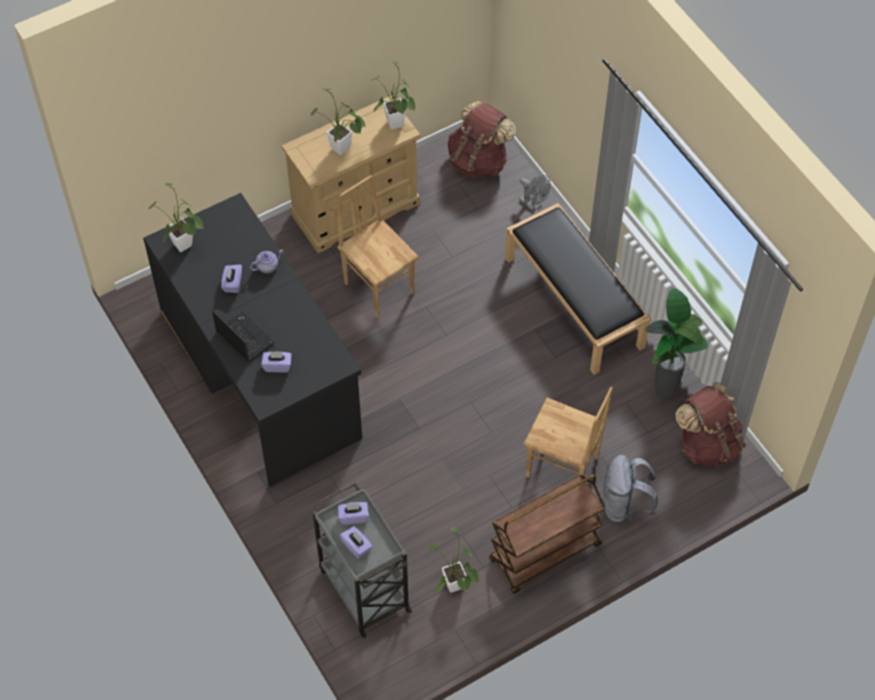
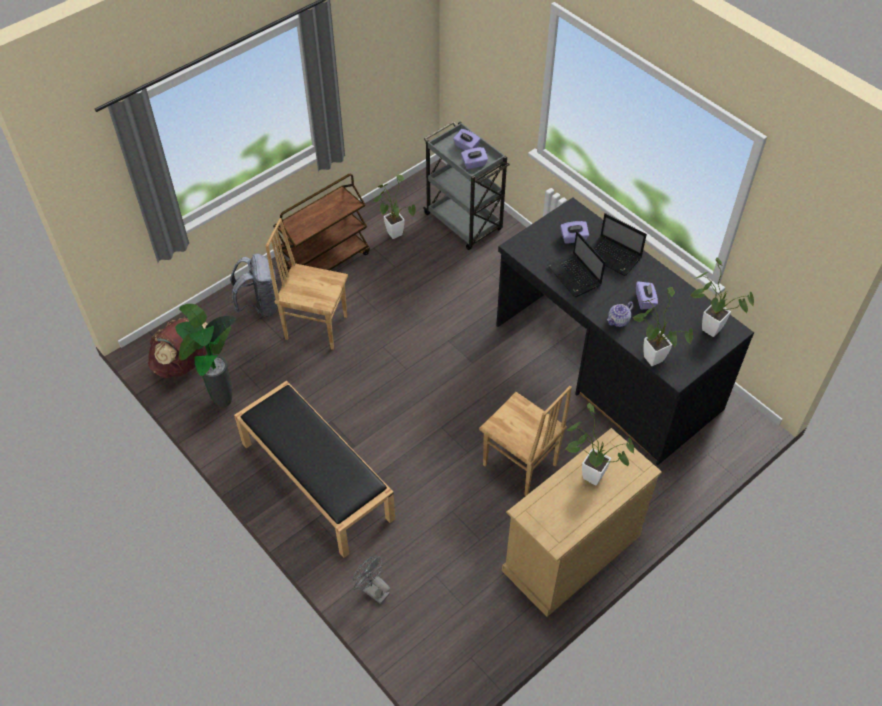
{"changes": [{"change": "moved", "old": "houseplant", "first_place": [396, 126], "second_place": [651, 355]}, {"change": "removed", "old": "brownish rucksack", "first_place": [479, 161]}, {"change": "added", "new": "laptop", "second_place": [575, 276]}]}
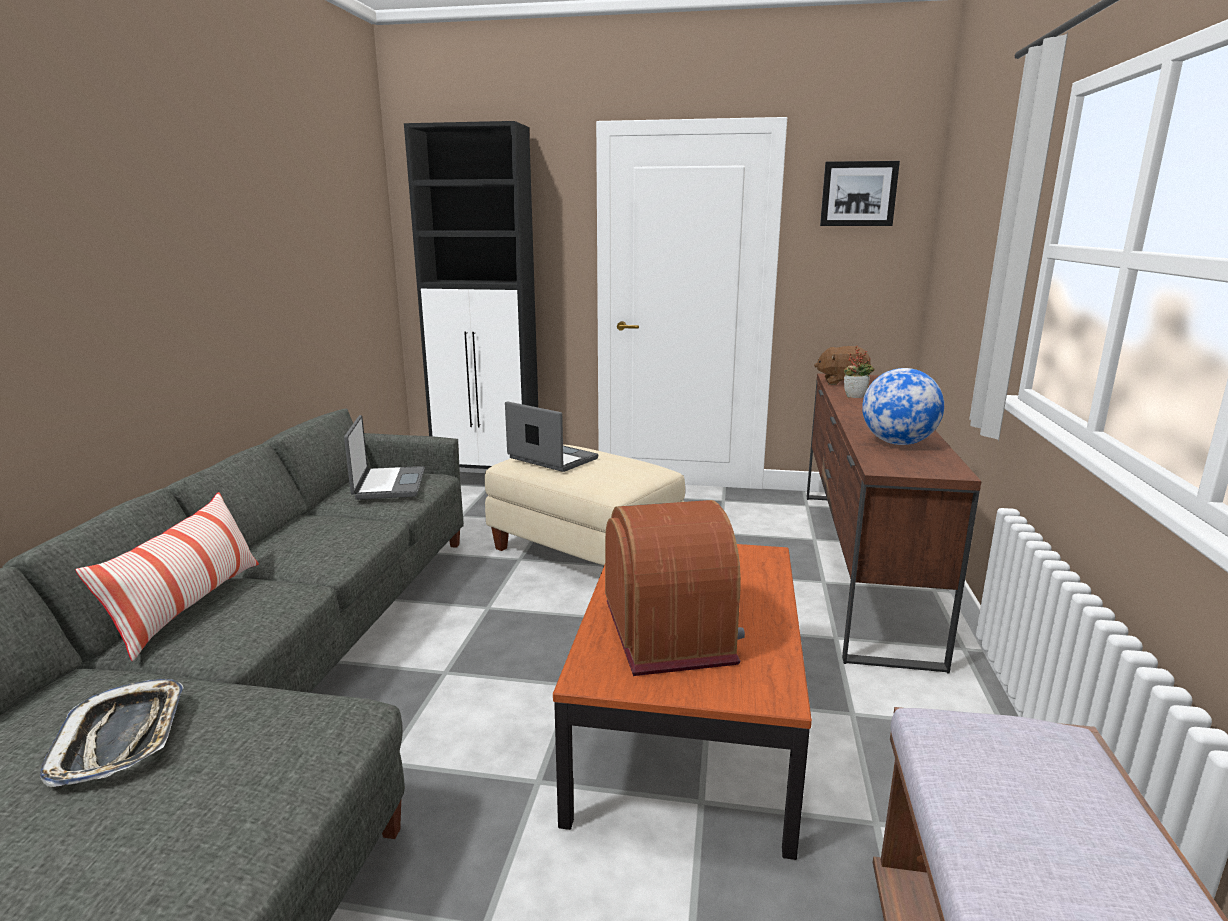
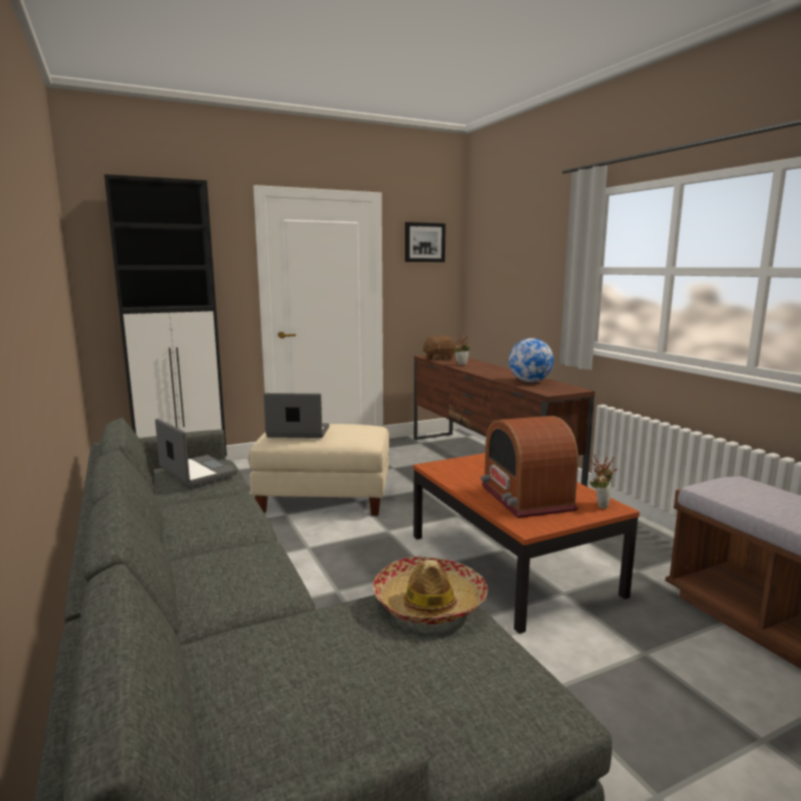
{"changes": [{"change": "removed", "old": "pillow", "first_place": [189, 606]}, {"change": "turned", "old": "radio receiver", "first_place": [670, 632], "second_place": [526, 498], "degrees": -150}, {"change": "removed", "old": "serving tray", "first_place": [121, 738]}, {"change": "added", "new": "houseplant", "second_place": [600, 505]}, {"change": "added", "new": "hat", "second_place": [429, 602]}]}
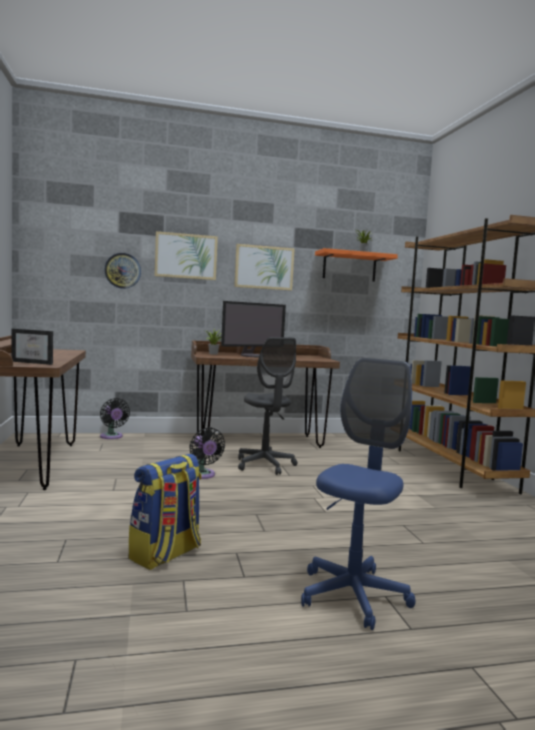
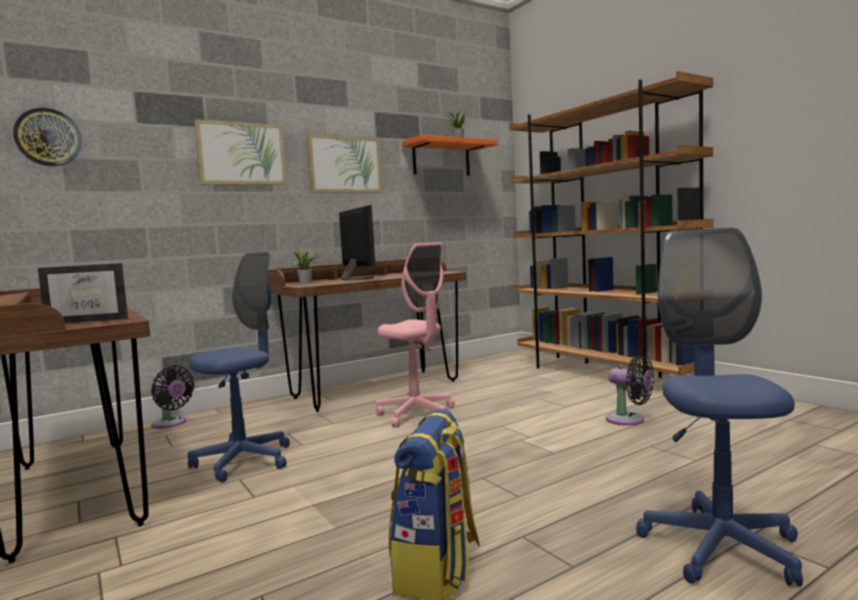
{"changes": [{"change": "moved", "old": "hanging clock", "first_place": [123, 270], "second_place": [48, 137]}, {"change": "turned", "old": "computer display", "first_place": [252, 356], "second_place": [357, 279], "degrees": -60}, {"change": "recoloured", "old": "greyish office chair", "new": "pink office chair", "first_place": [265, 465], "second_place": [417, 415]}, {"change": "moved", "old": "black cooling fan", "first_place": [202, 475], "second_place": [629, 420]}, {"change": "added", "new": "blue office chair", "second_place": [244, 461]}]}
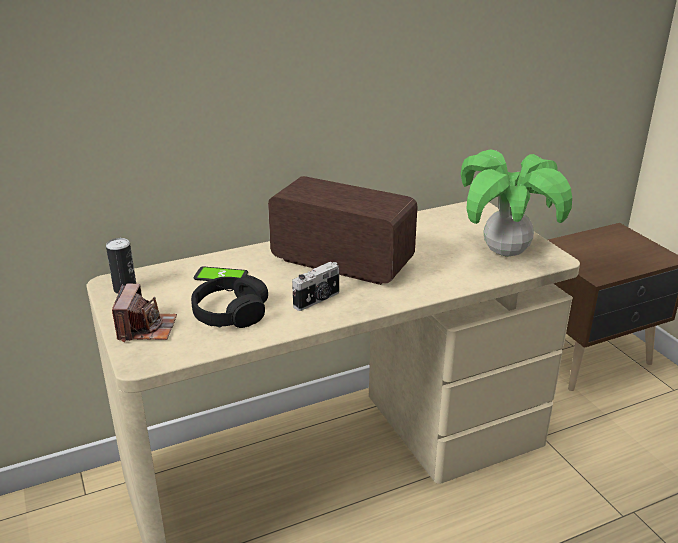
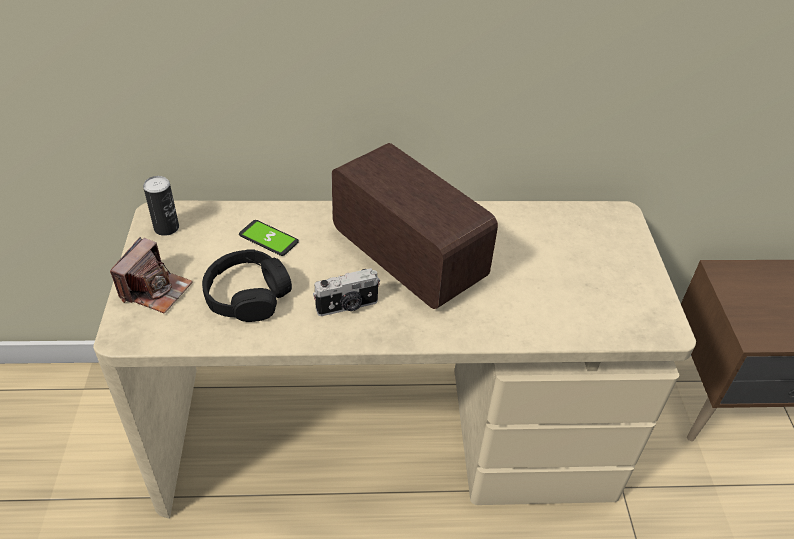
{"changes": [{"change": "removed", "old": "houseplant", "first_place": [506, 252]}]}
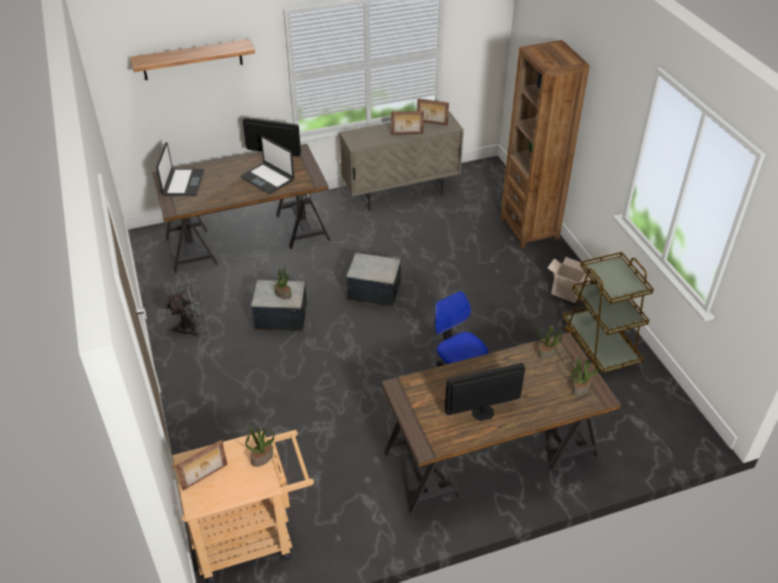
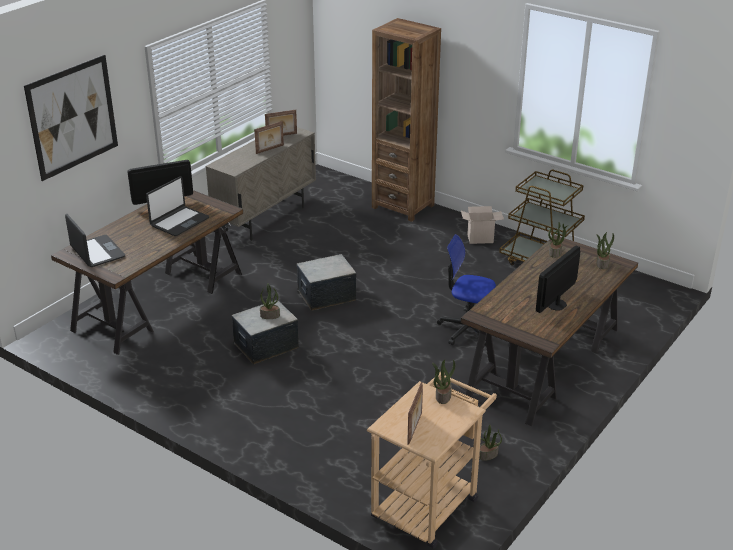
{"changes": [{"change": "replaced", "old": "bracket shelf", "new": "wall picture", "first_place": [192, 59], "second_place": [73, 117]}, {"change": "turned", "old": "laptop", "first_place": [268, 178], "second_place": [179, 222], "degrees": -60}, {"change": "removed", "old": "greyish cooling fan", "first_place": [192, 327]}, {"change": "added", "new": "houseplant", "second_place": [487, 455]}]}
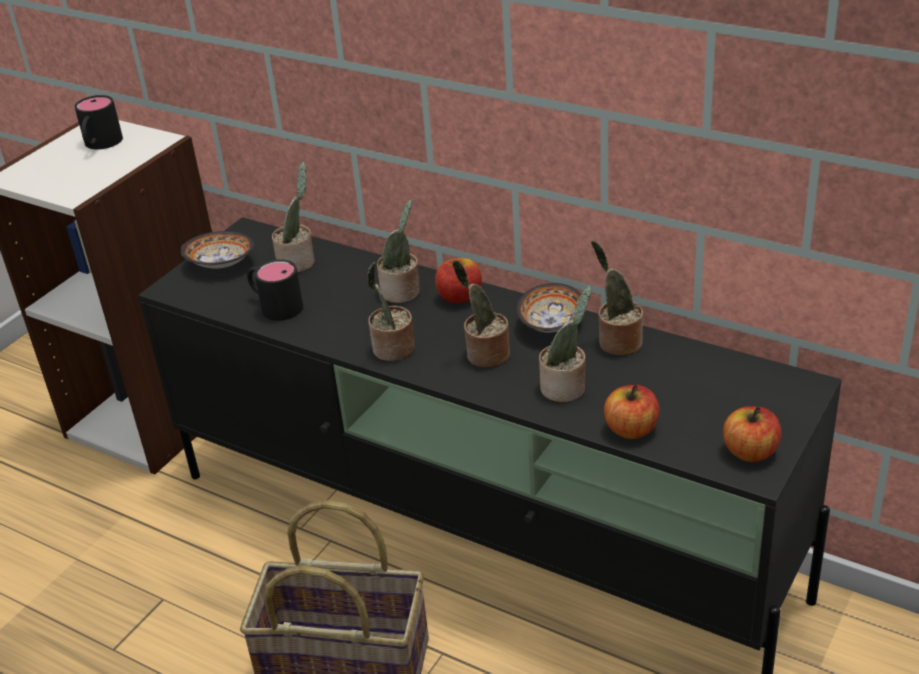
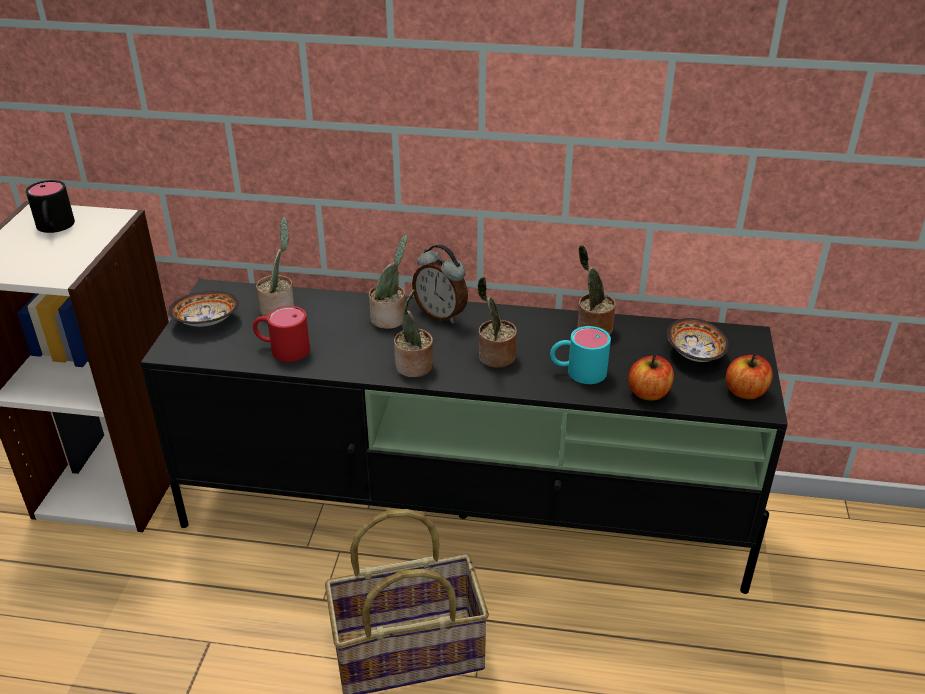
{"changes": [{"change": "replaced", "old": "apple", "new": "alarm clock", "first_place": [459, 296], "second_place": [441, 314]}, {"change": "recoloured", "old": "black tea mug", "new": "red-coloured tea mug", "first_place": [275, 305], "second_place": [282, 349]}, {"change": "moved", "old": "serving bowl", "first_place": [549, 325], "second_place": [693, 355]}, {"change": "replaced", "old": "houseplant", "new": "turquoise-coloured tea mug", "first_place": [566, 389], "second_place": [577, 371]}]}
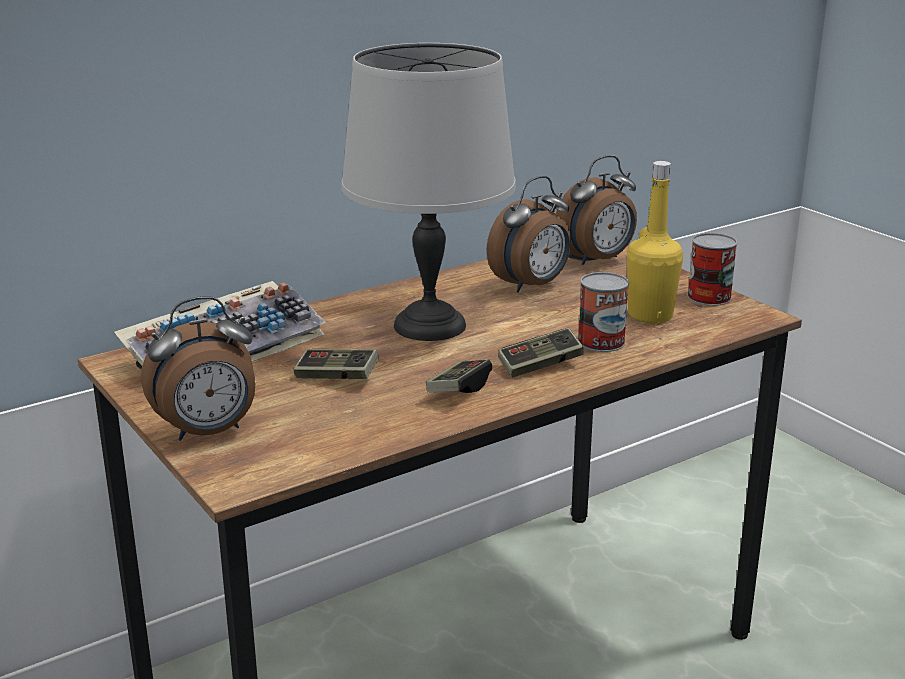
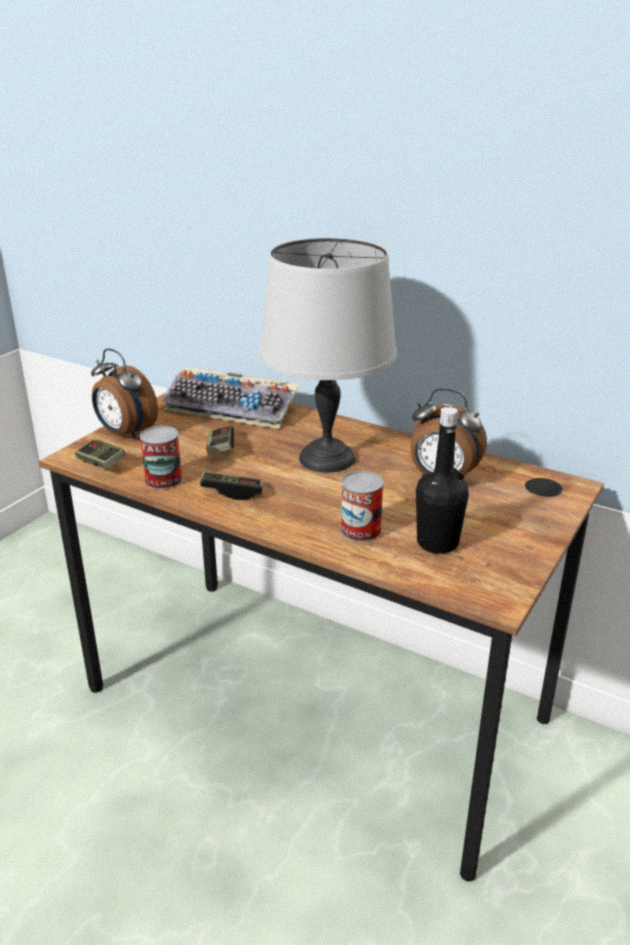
{"changes": [{"change": "removed", "old": "alarm clock", "first_place": [597, 260]}, {"change": "recoloured", "old": "yellowish beverage bottle", "new": "black beverage bottle", "first_place": [650, 315], "second_place": [437, 543]}, {"change": "moved", "old": "can", "first_place": [709, 297], "second_place": [163, 480]}, {"change": "moved", "old": "gamepad", "first_place": [540, 365], "second_place": [101, 463]}]}
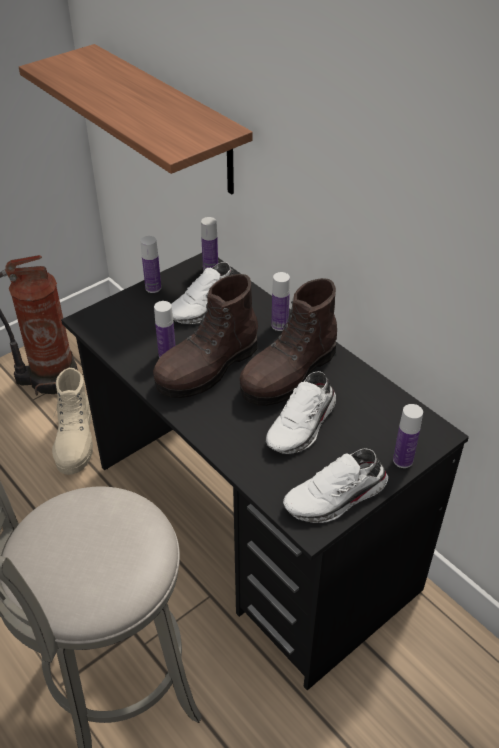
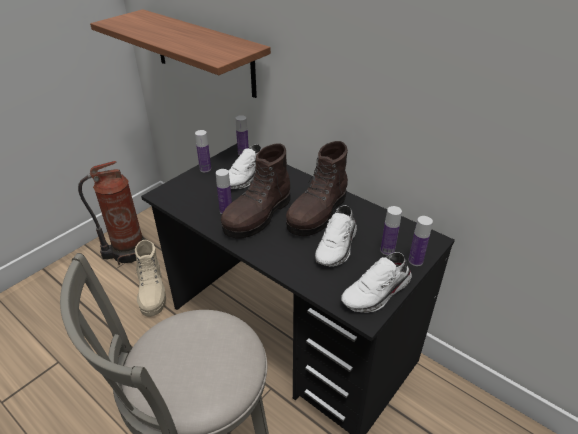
{"changes": [{"change": "moved", "old": "beverage bottle", "first_place": [279, 325], "second_place": [387, 250]}]}
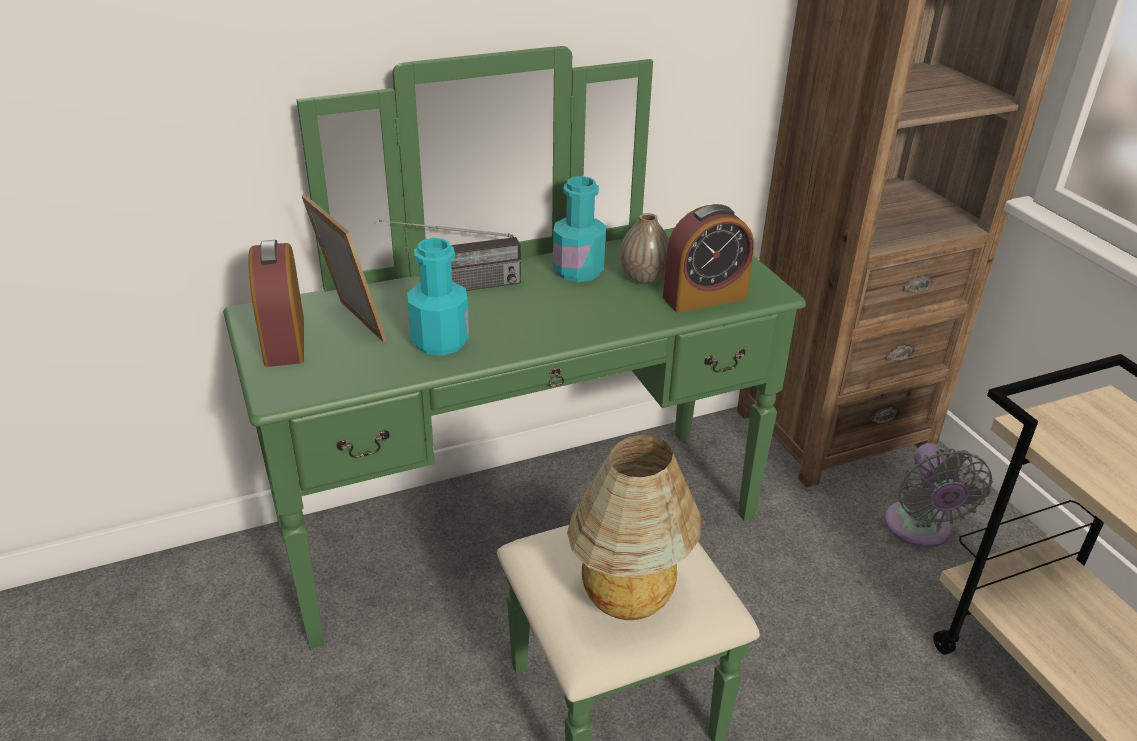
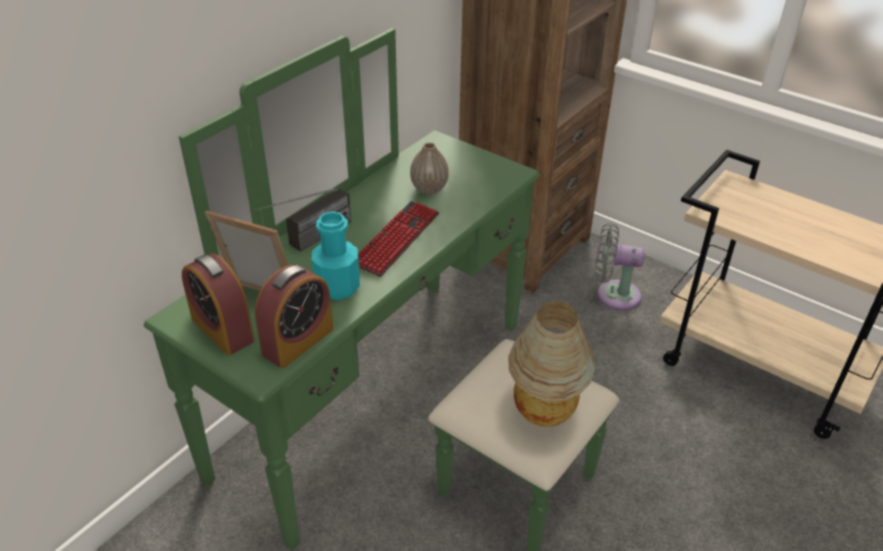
{"changes": [{"change": "removed", "old": "turquoise-coloured beverage bottle", "first_place": [578, 271]}, {"change": "moved", "old": "alarm clock", "first_place": [704, 297], "second_place": [298, 341]}, {"change": "turned", "old": "greyish cooling fan", "first_place": [919, 530], "second_place": [613, 294], "degrees": 135}, {"change": "added", "new": "keyboard", "second_place": [396, 239]}]}
